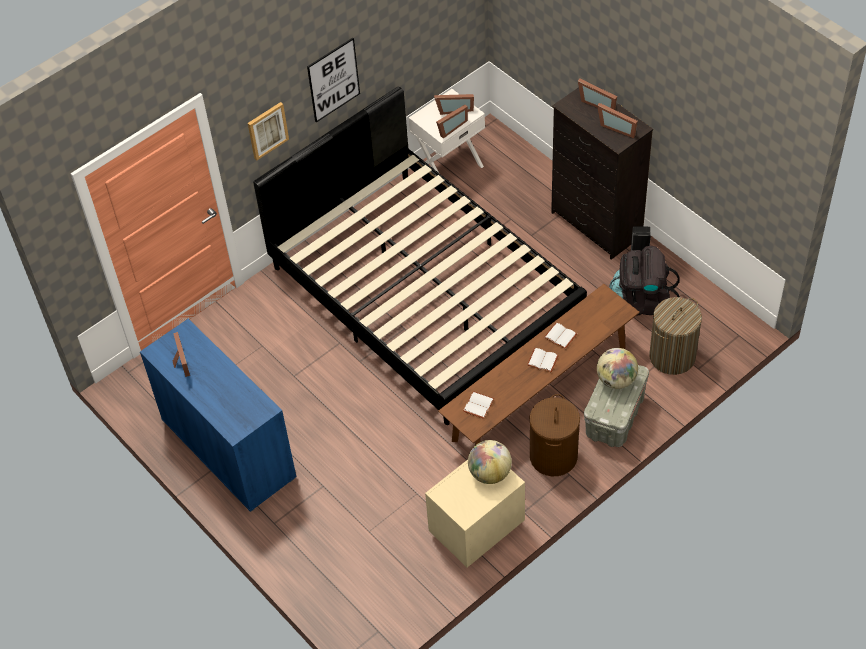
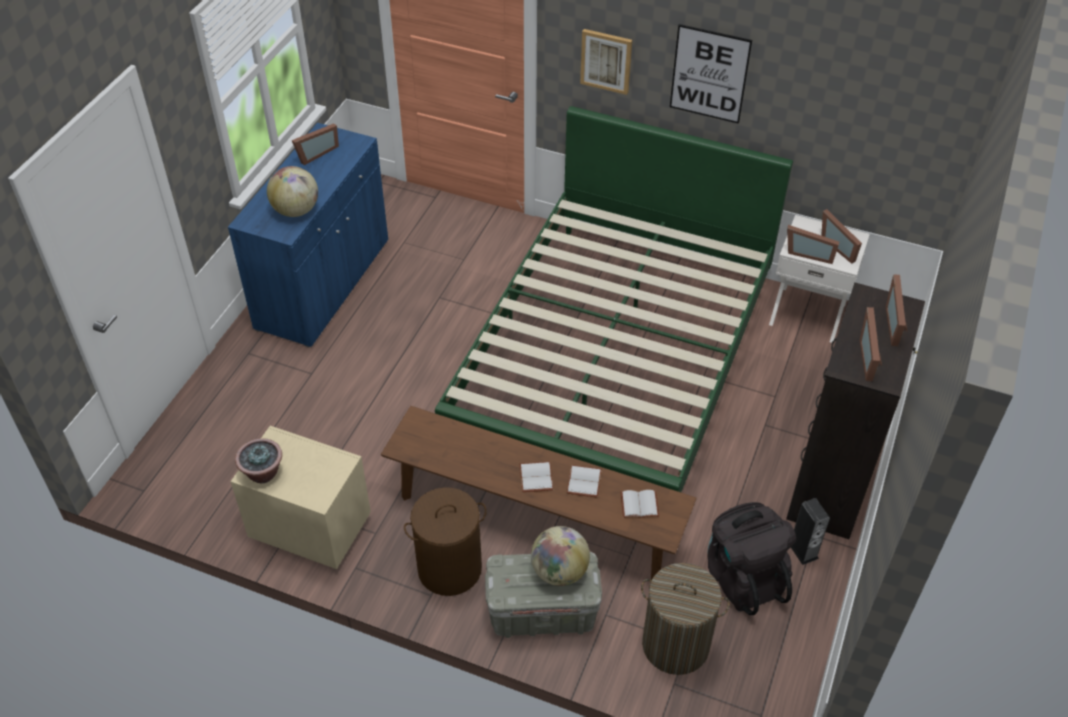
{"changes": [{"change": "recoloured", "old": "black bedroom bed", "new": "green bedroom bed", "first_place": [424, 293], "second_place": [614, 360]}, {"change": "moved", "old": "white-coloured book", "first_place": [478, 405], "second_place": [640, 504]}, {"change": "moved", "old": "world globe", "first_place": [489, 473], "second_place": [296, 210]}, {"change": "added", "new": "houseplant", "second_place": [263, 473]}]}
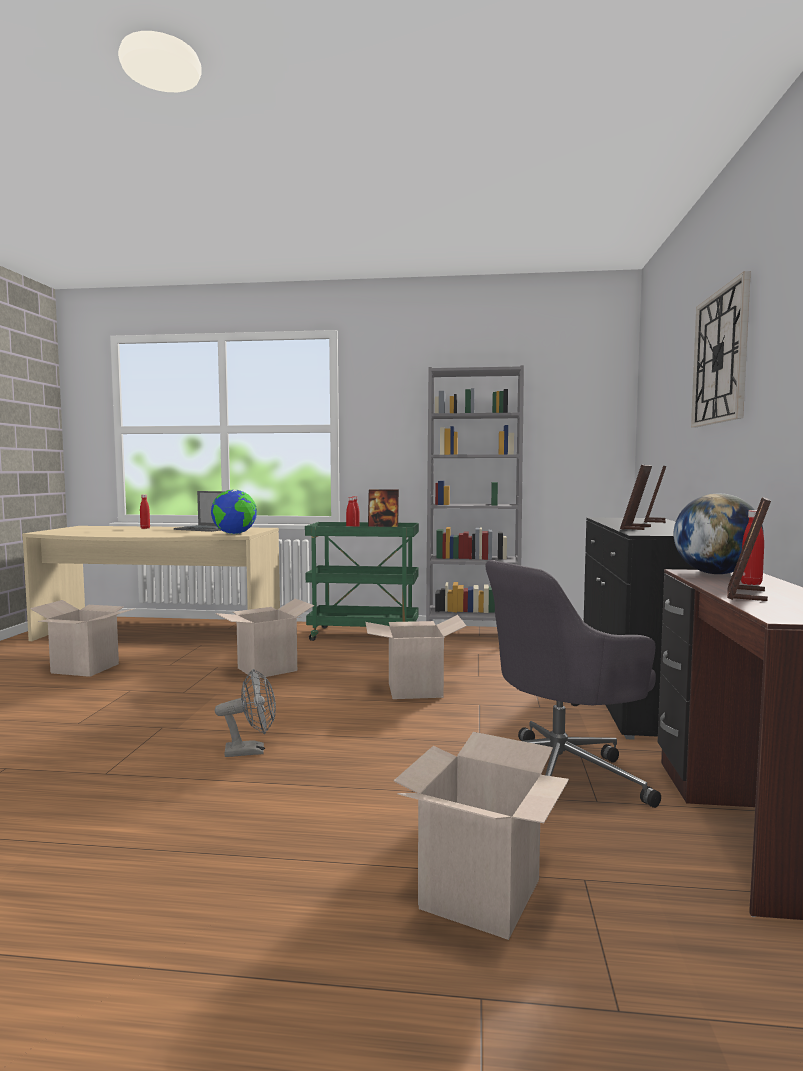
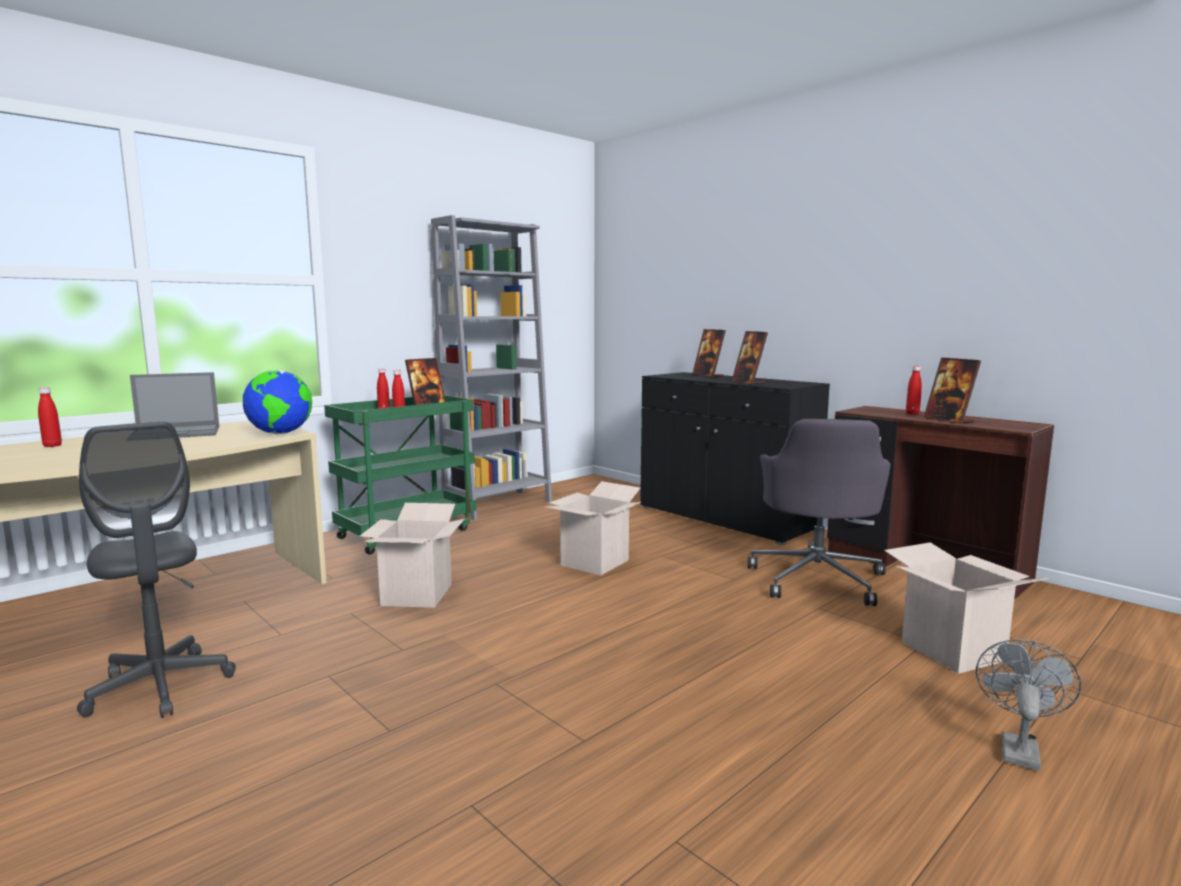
{"changes": [{"change": "removed", "old": "hanging clock", "first_place": [720, 357]}, {"change": "removed", "old": "world globe", "first_place": [715, 573]}, {"change": "replaced", "old": "carton", "new": "greyish office chair", "first_place": [85, 668], "second_place": [160, 687]}, {"change": "moved", "old": "greyish cooling fan", "first_place": [251, 751], "second_place": [1018, 747]}]}
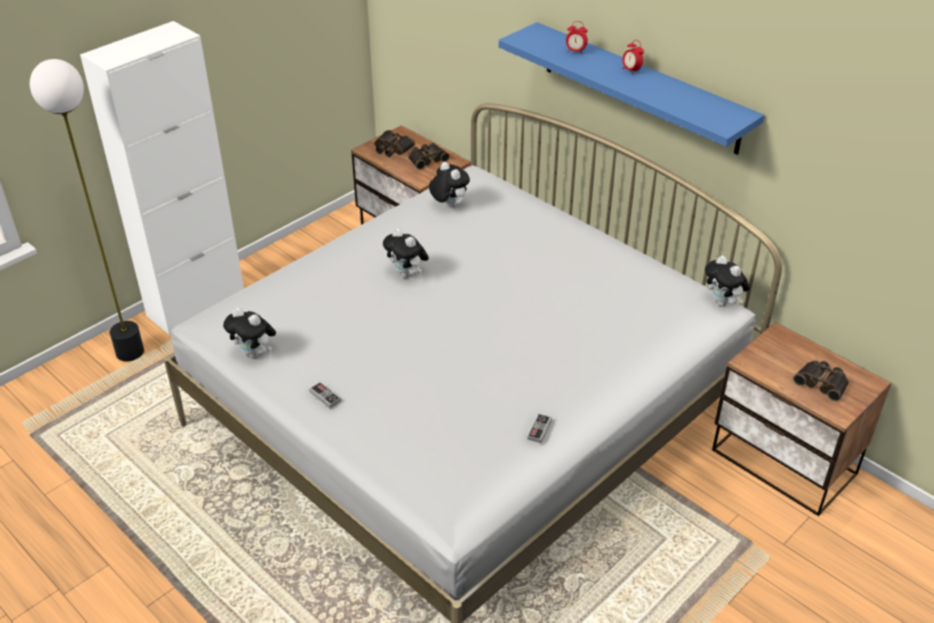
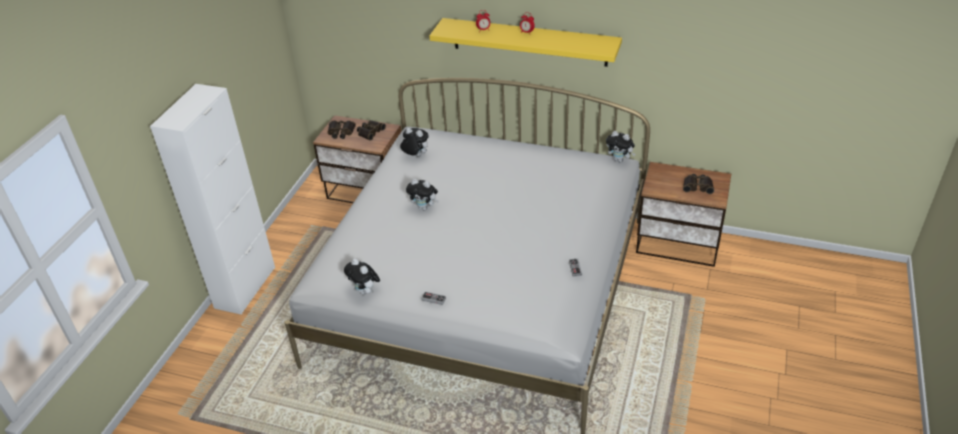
{"changes": [{"change": "recoloured", "old": "blue bracket shelf", "new": "yellowish bracket shelf", "first_place": [640, 87], "second_place": [529, 42]}, {"change": "removed", "old": "floor lamp", "first_place": [130, 352]}, {"change": "turned", "old": "cuddly toy", "first_place": [254, 354], "second_place": [365, 291], "degrees": 45}]}
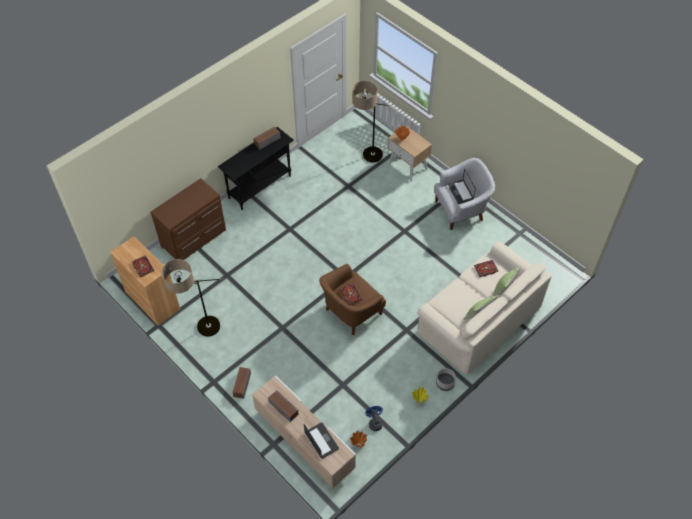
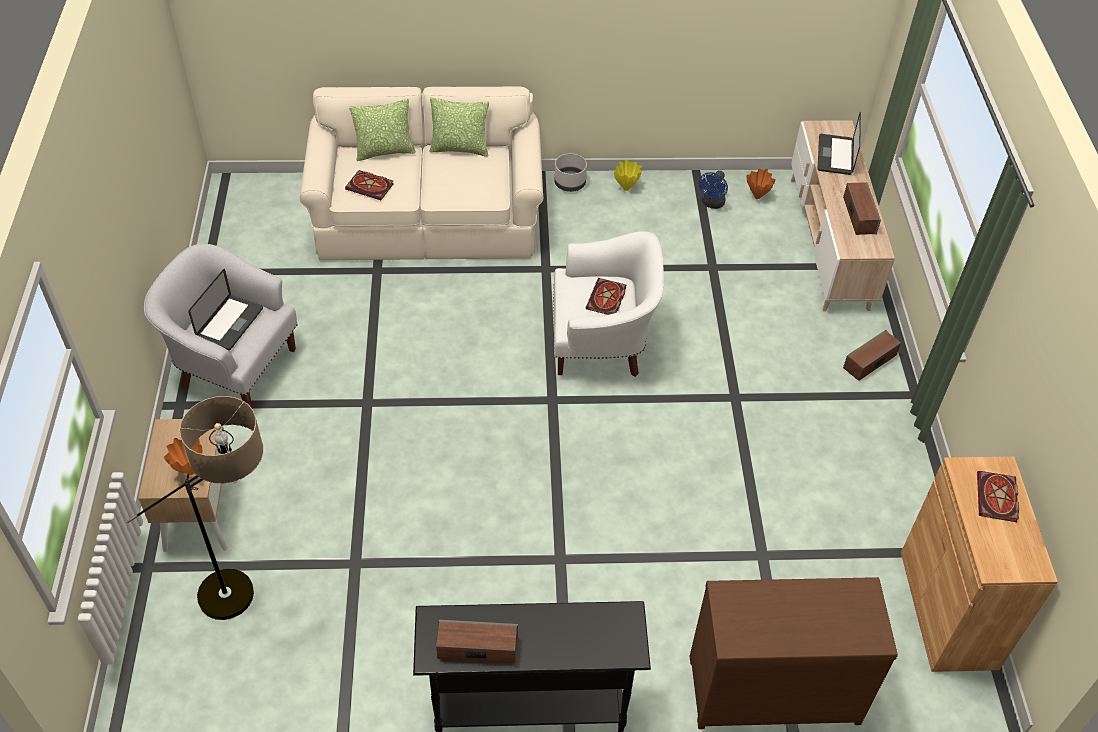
{"changes": [{"change": "removed", "old": "floor lamp", "first_place": [201, 331]}, {"change": "recoloured", "old": "brownish armchair", "new": "white-coloured armchair", "first_place": [351, 313], "second_place": [602, 344]}]}
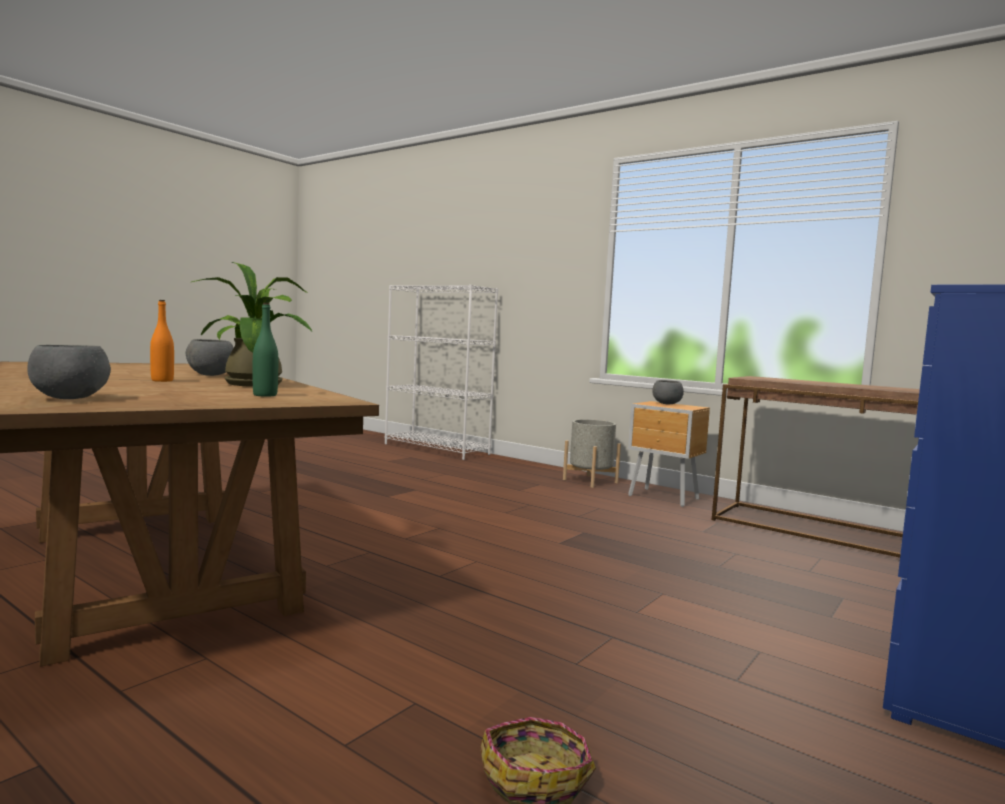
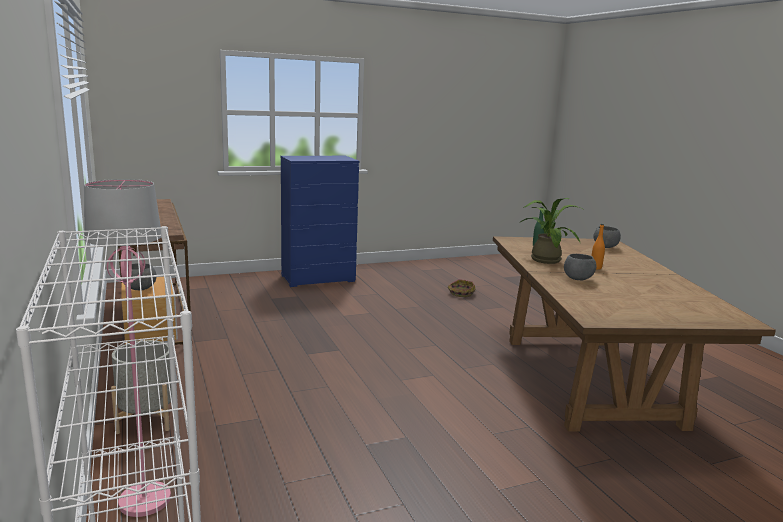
{"changes": [{"change": "added", "new": "pink floor lamp", "second_place": [144, 500]}]}
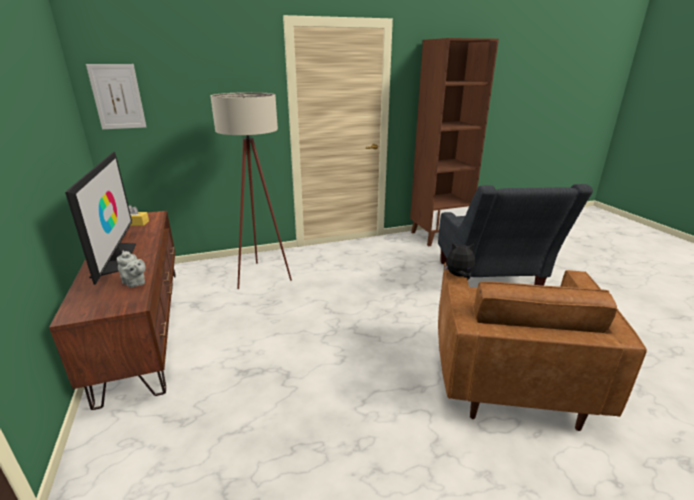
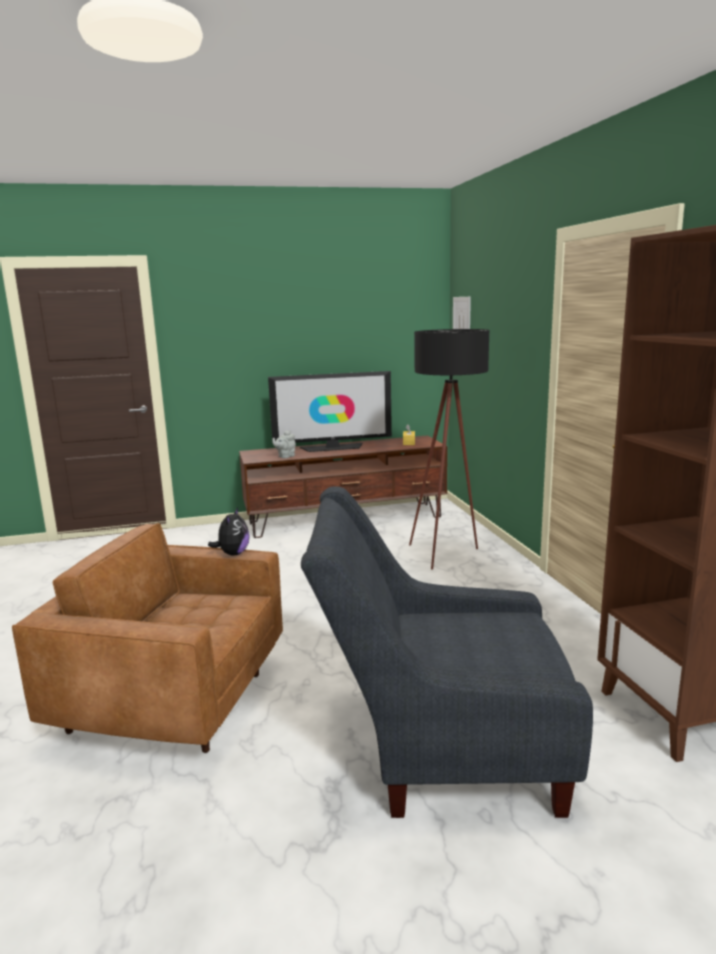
{"changes": [{"change": "recoloured", "old": "beige-coloured floor lamp", "new": "black floor lamp", "first_place": [261, 274], "second_place": [448, 553]}]}
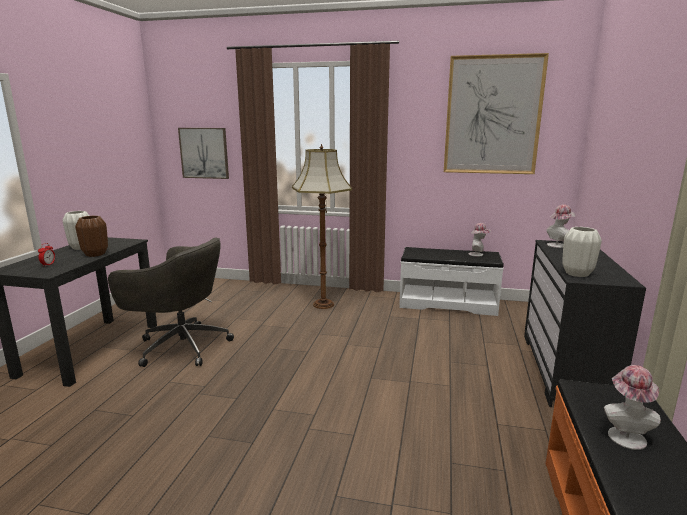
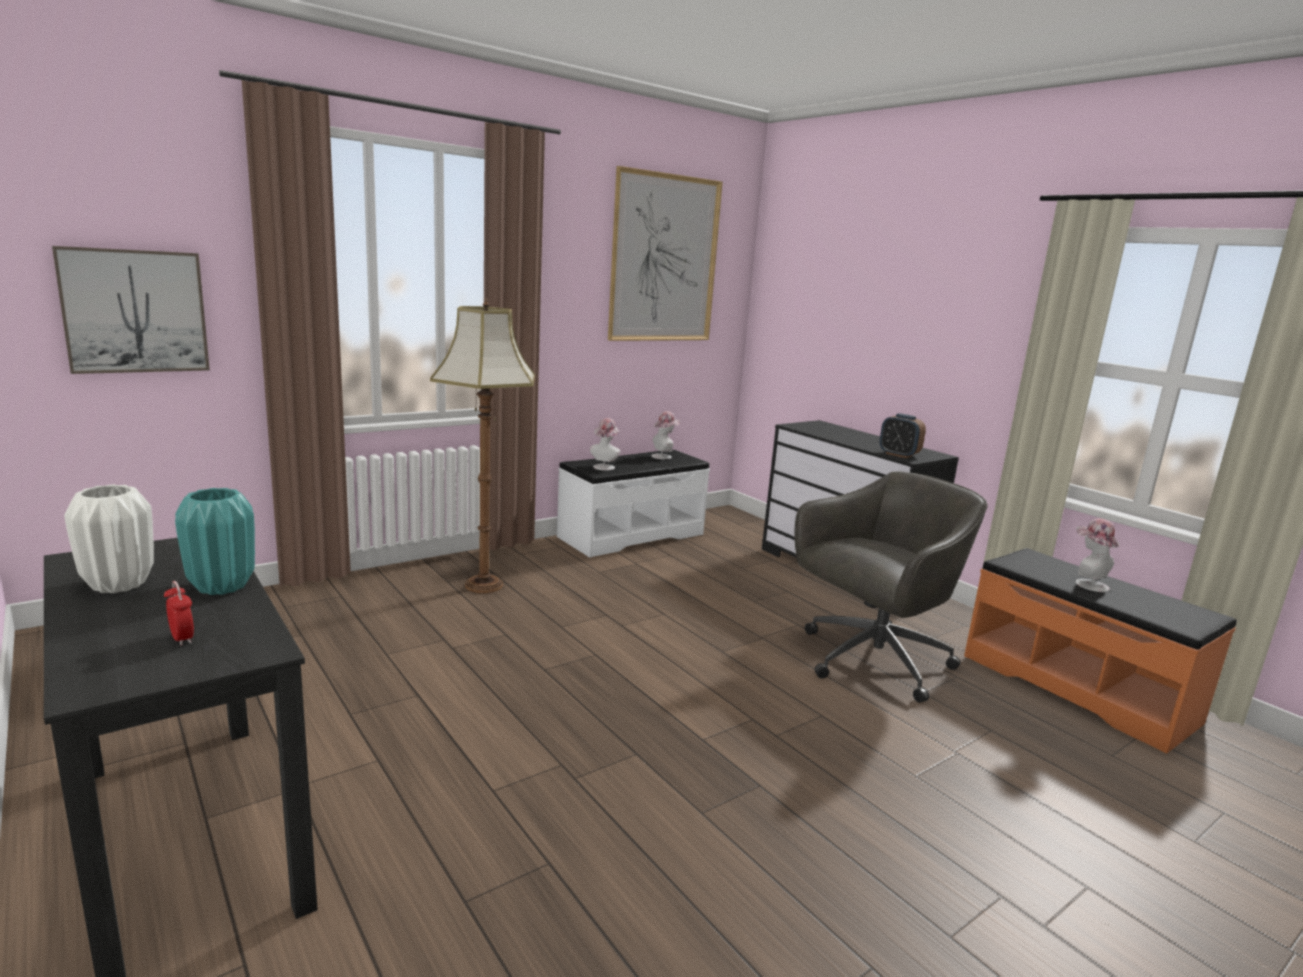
{"changes": [{"change": "moved", "old": "hat", "first_place": [558, 245], "second_place": [605, 466]}, {"change": "recoloured", "old": "brownish flower vase", "new": "turquoise-coloured flower vase", "first_place": [95, 254], "second_place": [221, 586]}, {"change": "replaced", "old": "white-coloured flower vase", "new": "alarm clock", "first_place": [577, 274], "second_place": [899, 454]}, {"change": "moved", "old": "greyish office chair", "first_place": [181, 346], "second_place": [871, 661]}]}
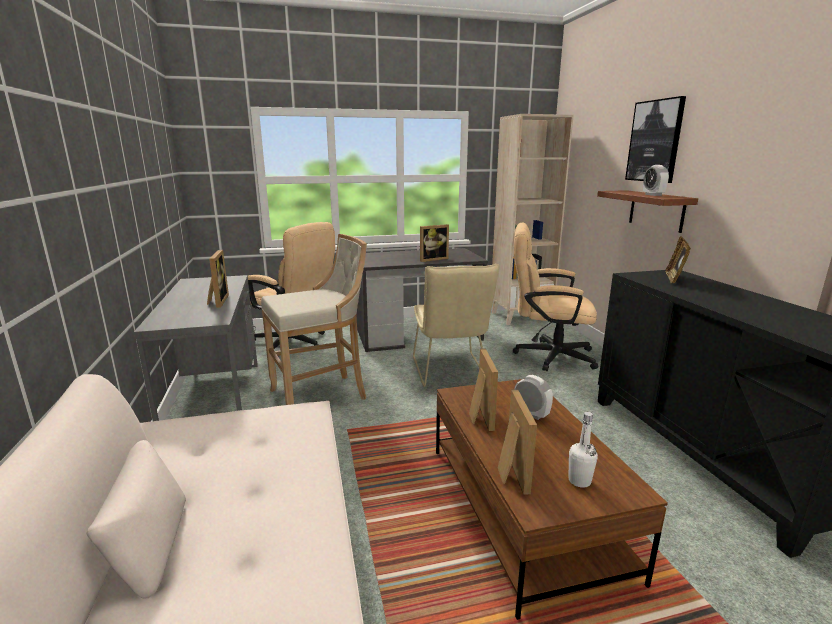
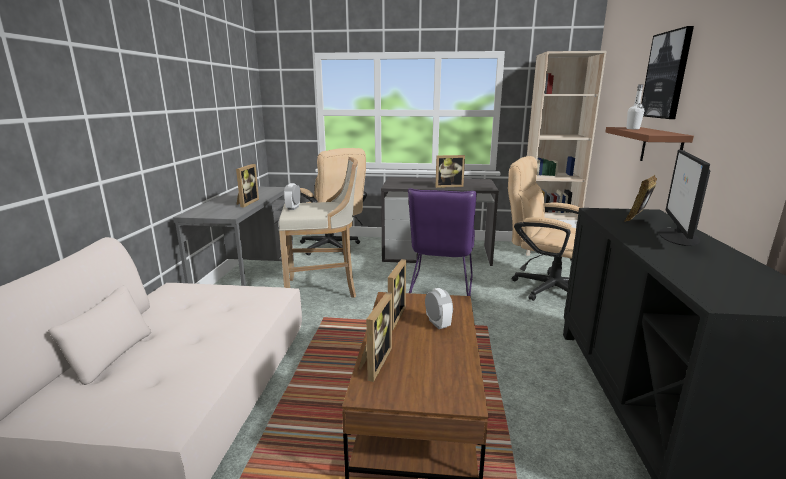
{"changes": [{"change": "moved", "old": "alarm clock", "first_place": [653, 195], "second_place": [293, 208]}, {"change": "recoloured", "old": "beige-coloured chair", "new": "purple chair", "first_place": [450, 372], "second_place": [441, 288]}, {"change": "moved", "old": "white-coloured beverage bottle", "first_place": [579, 481], "second_place": [632, 129]}, {"change": "added", "new": "computer display", "second_place": [678, 237]}]}
